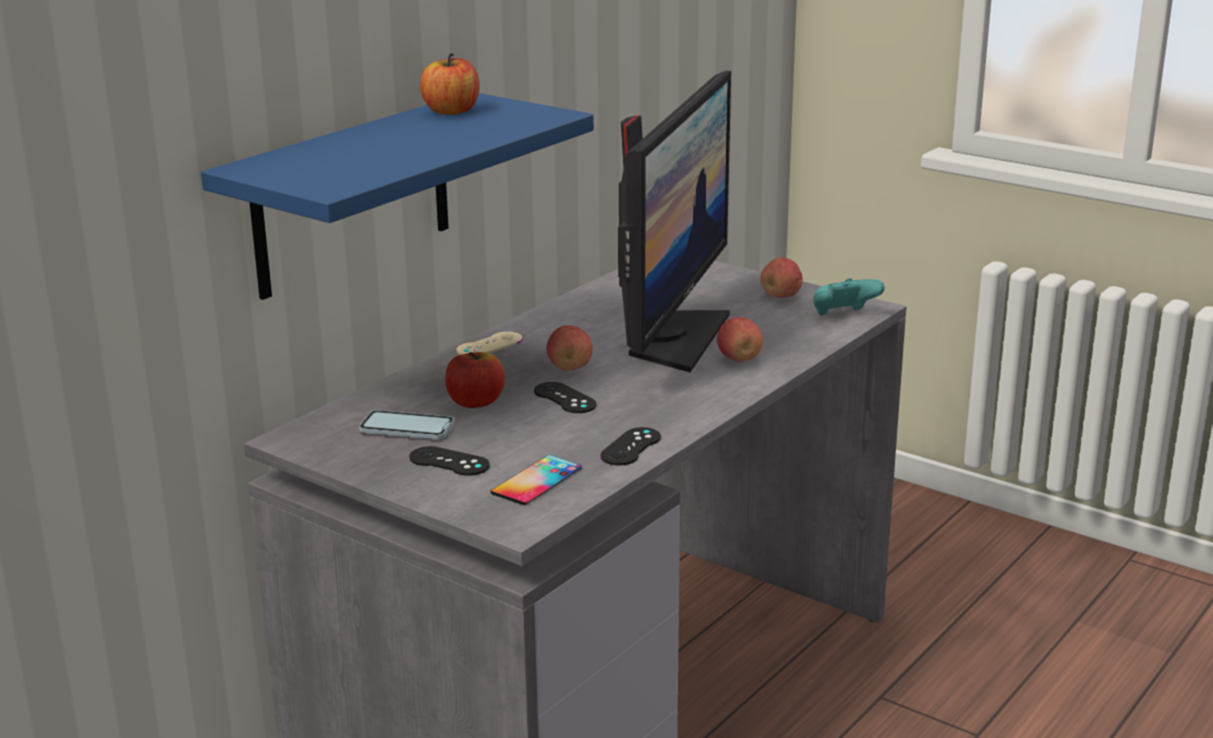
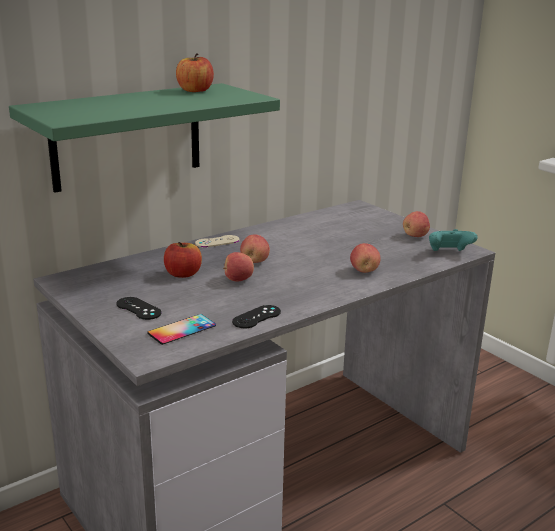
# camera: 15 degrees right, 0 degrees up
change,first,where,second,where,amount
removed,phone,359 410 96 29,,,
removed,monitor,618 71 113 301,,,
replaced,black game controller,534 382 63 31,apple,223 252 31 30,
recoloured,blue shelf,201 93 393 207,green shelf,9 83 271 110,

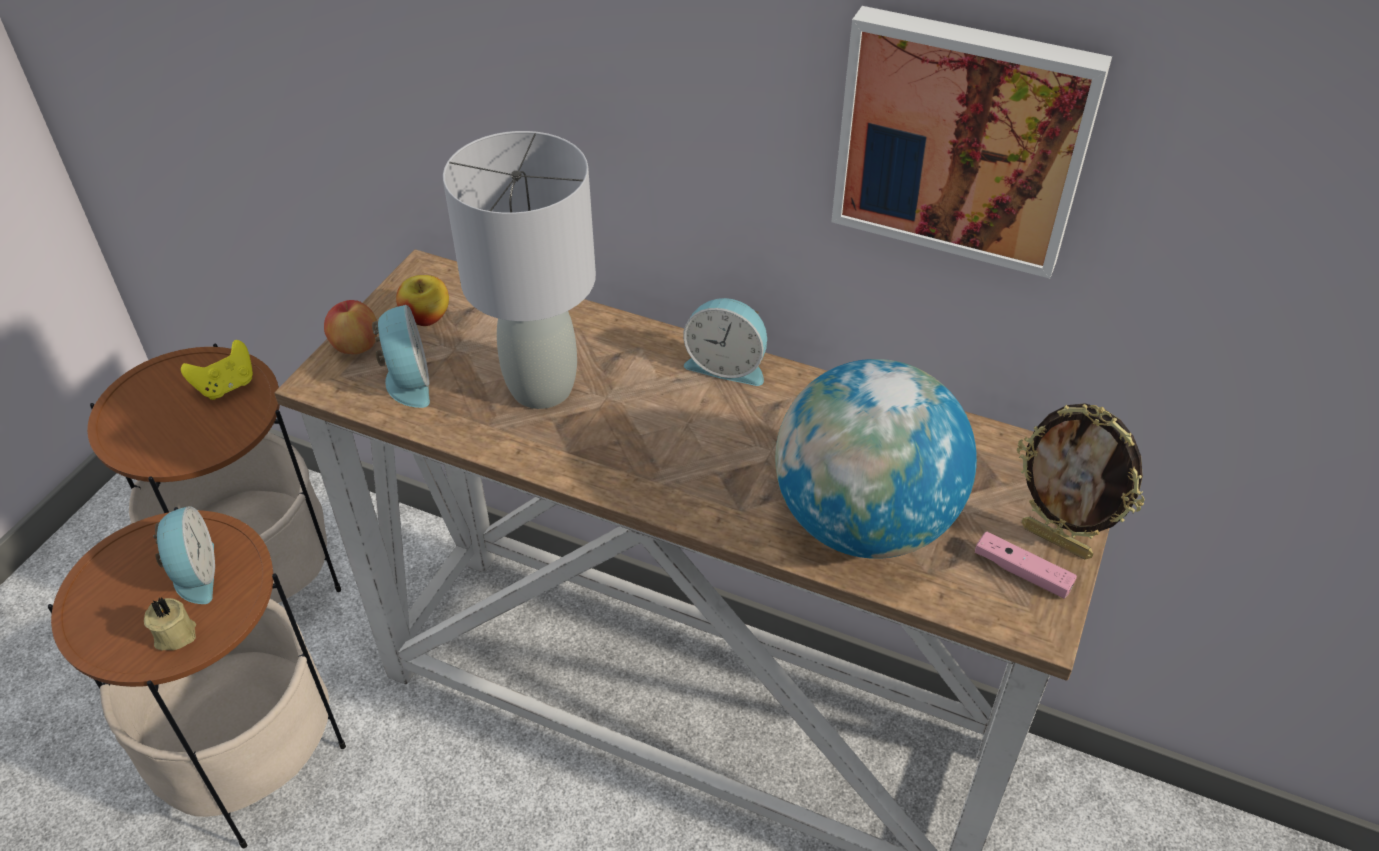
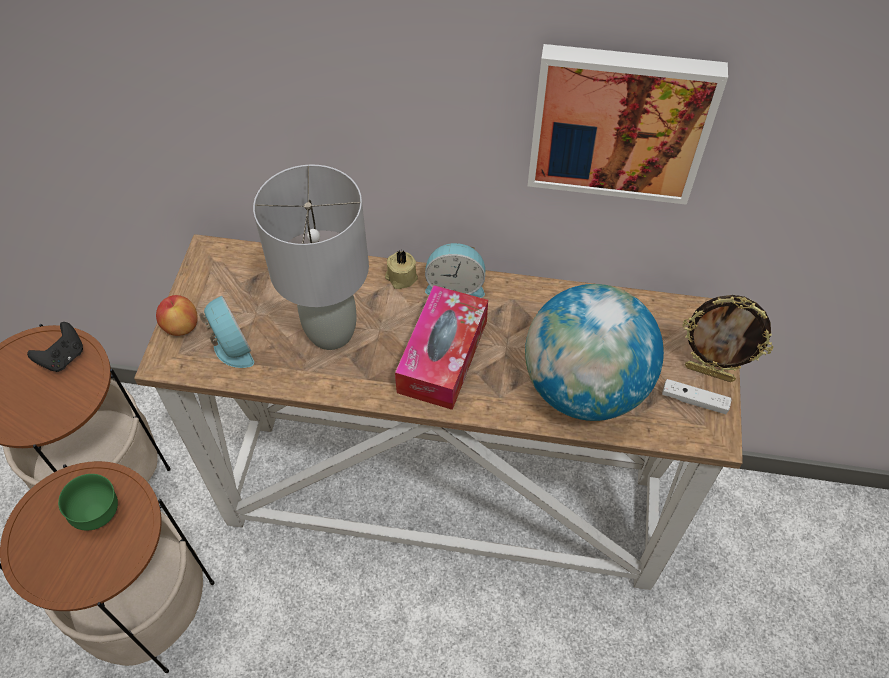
# camera: 15 degrees left, 10 degrees up
change,first,where,second,where,amount
removed,apple,396 275 53 51,,,
added,,,tissue box,395 285 93 125,
moved,beige candle,144 598 52 52,,385 250 33 39,
replaced,alarm clock,153 506 62 98,green bowl,58 474 60 57,
recoloured,yellow game controller,181 340 72 60,black game controller,27 322 56 50,
recoloured,pink game controller,975 531 102 68,white game controller,662 379 70 35,

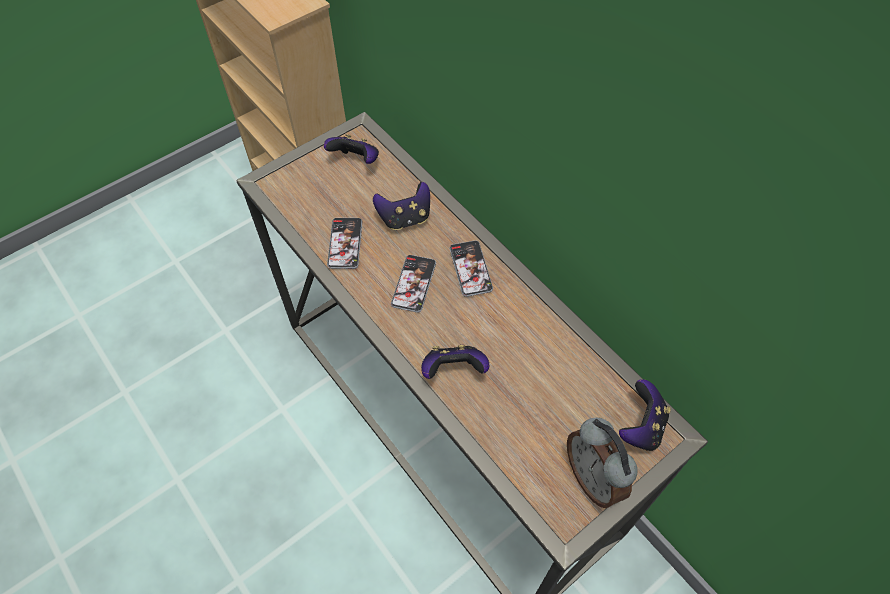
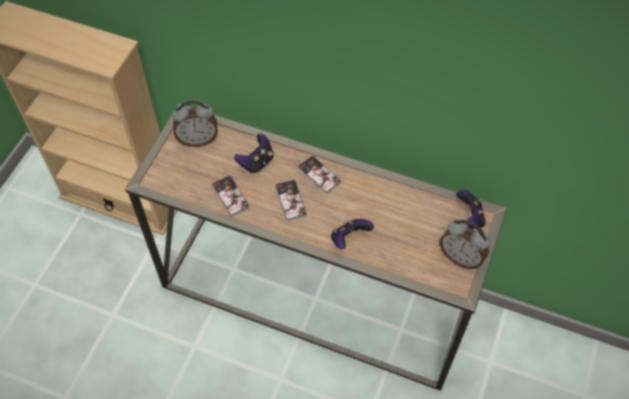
# camera: 30 degrees left, 0 degrees up
change,first,where,second,where,amount
replaced,game controller,324 134 55 30,alarm clock,172 101 46 46,

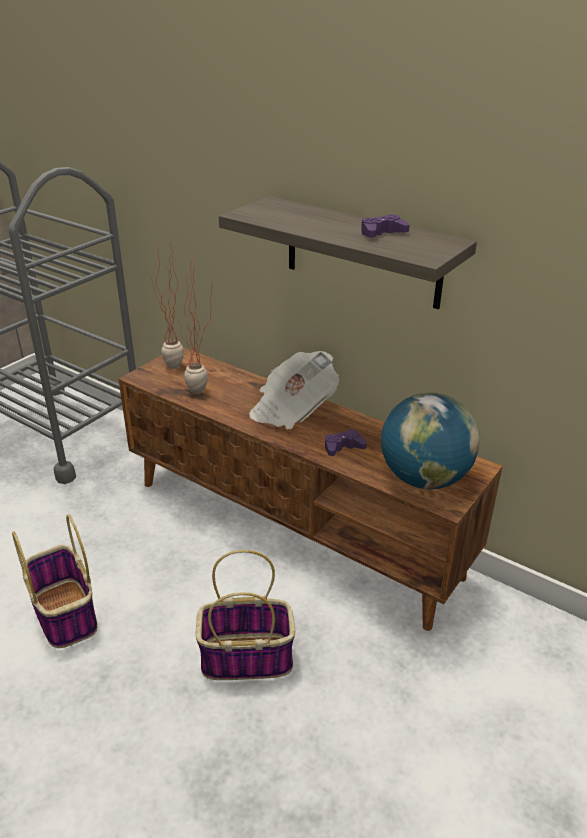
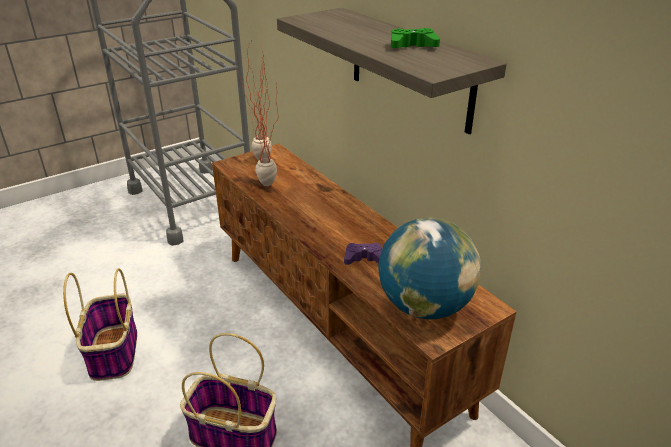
# camera: 20 degrees right, 0 degrees up
change,first,where,second,where,amount
removed,newspaper,249 351 90 78,,,
recoloured,purple game controller,361 214 49 24,green game controller,391 28 49 20,

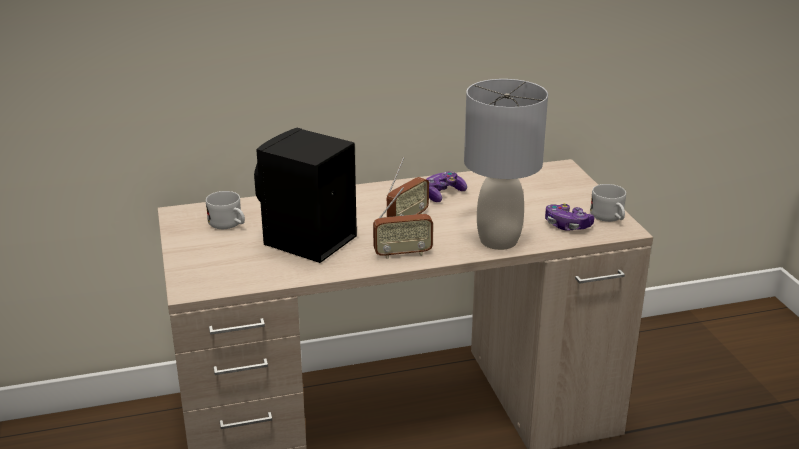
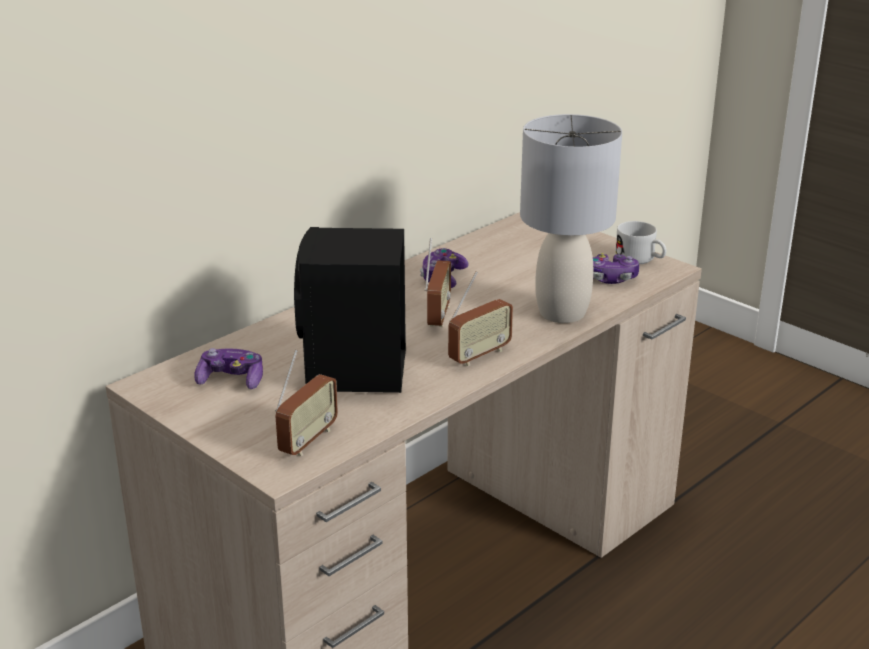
# camera: 30 degrees left, 0 degrees up
change,first,where,second,where,amount
added,,,radio,275 350 63 106,
replaced,white mug,206 191 39 38,game controller,195 348 68 41,

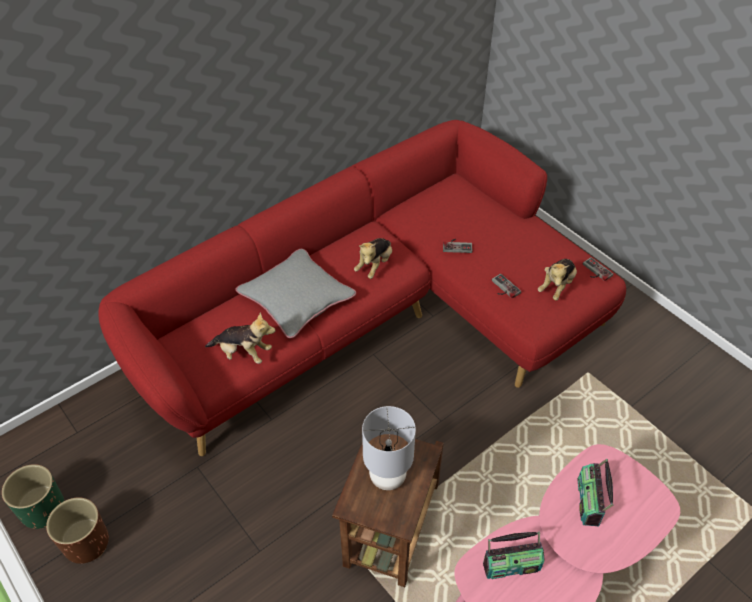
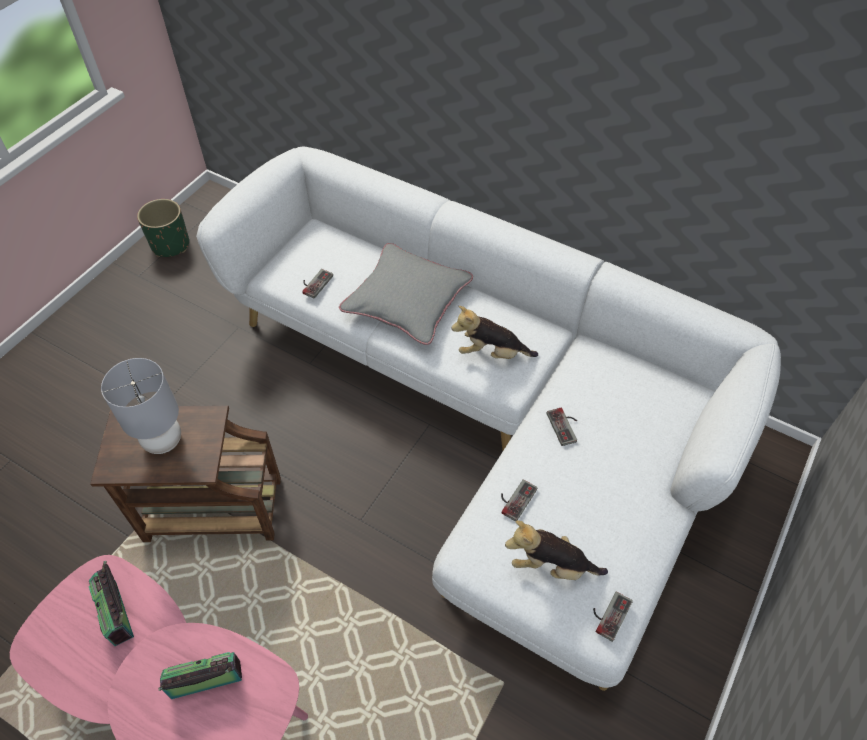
# camera: 70 degrees right, 5 degrees up
change,first,where,second,where,amount
removed,brown planter,46 498 63 66,,,
replaced,plush toy,205 313 71 51,game controller,302 269 31 30,
recoloured,red sofa,99 120 527 336,white sofa,196 147 585 544,

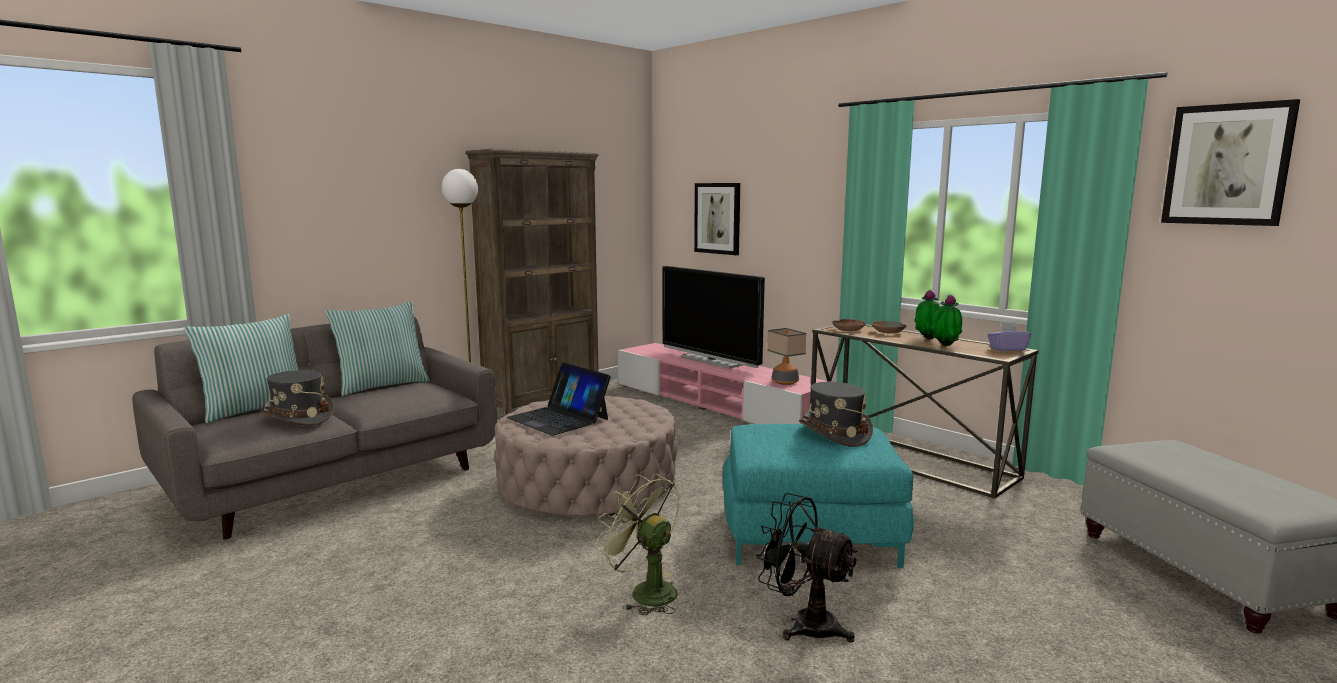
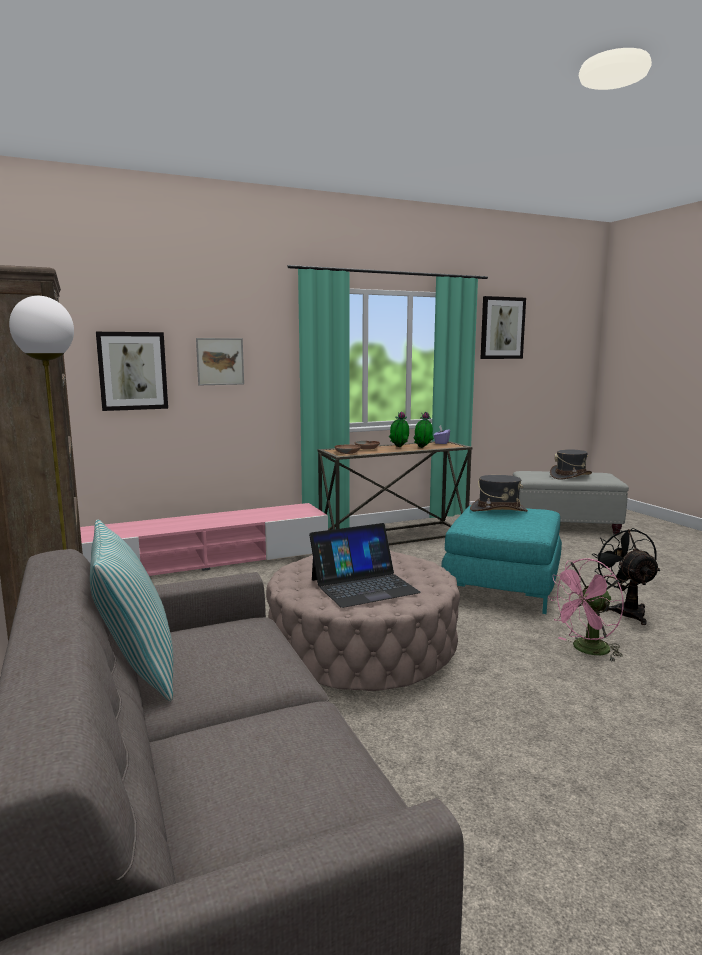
# camera: 70 degrees left, 0 degrees up
change,first,where,second,where,amount
removed,pillow,184 314 115 109,,,
removed,television,662 266 103 103,,,
removed,table lamp,767 328 40 57,,,
added,,,picture,196 338 48 47,
moved,grey hat,260 370 74 55,,550 449 42 31,
recoloured,green fan,595 474 84 141,pink fan,548 558 75 104,
turned,black fan,756 493 101 150,,592 527 68 98,120 degrees clockwise

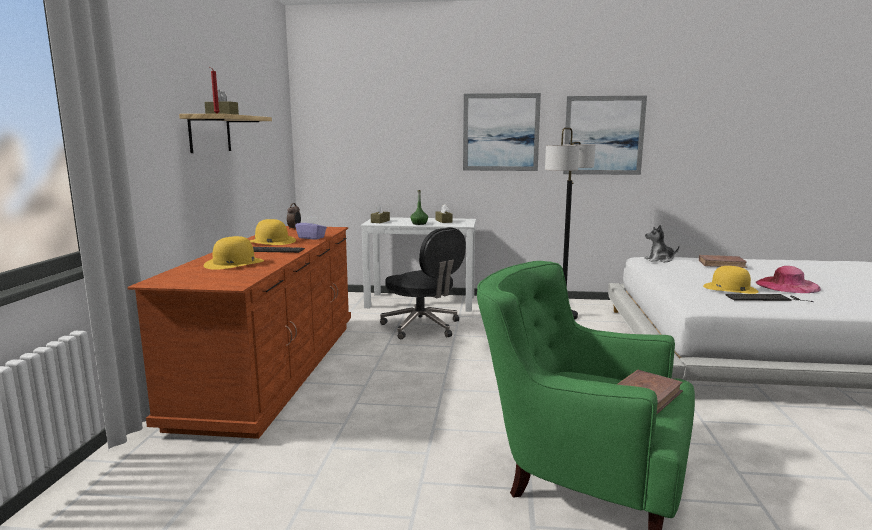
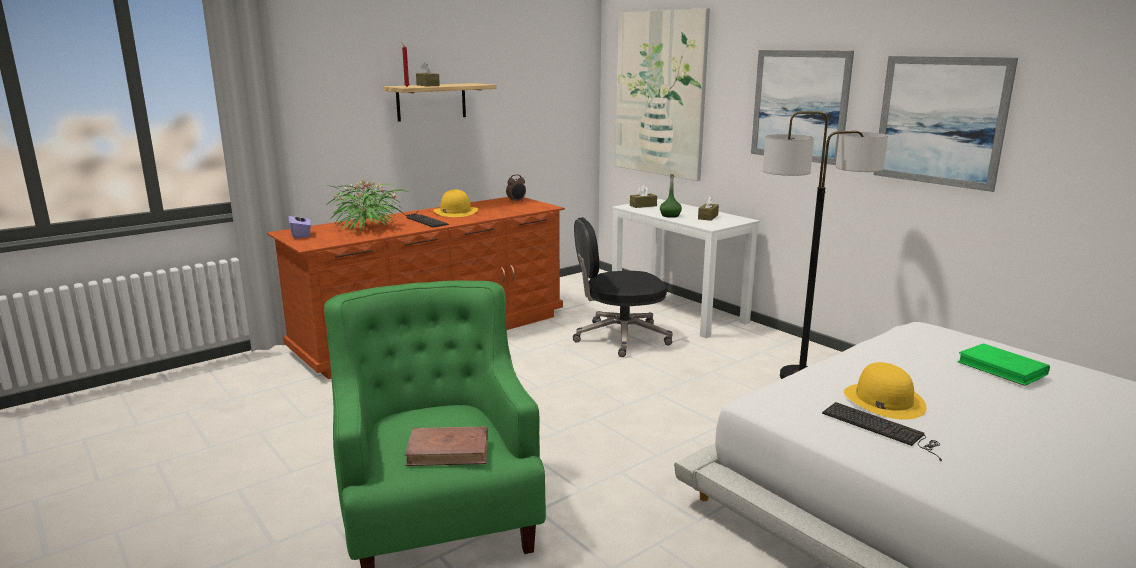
# camera: 45 degrees right, 5 degrees up
change,first,where,second,where,amount
removed,plush toy,644 225 35 37,,,
removed,pink hat,756 266 65 27,,,
added,,,picture,615 8 95 173,
moved,purple tissue box,295 217 32 23,,288 212 23 26,
replaced,yellow hat,203 236 61 34,potted plant,328 180 81 54,
recoloured,brown book,699 255 48 13,green book,957 343 93 43,
turned,black office chair,380 227 86 112,,573 217 100 140,75 degrees clockwise

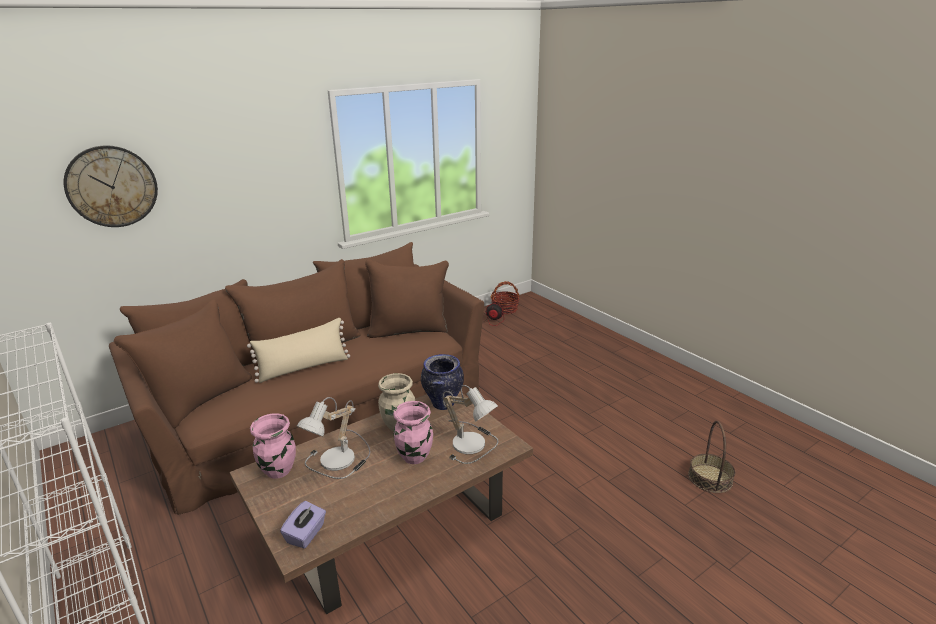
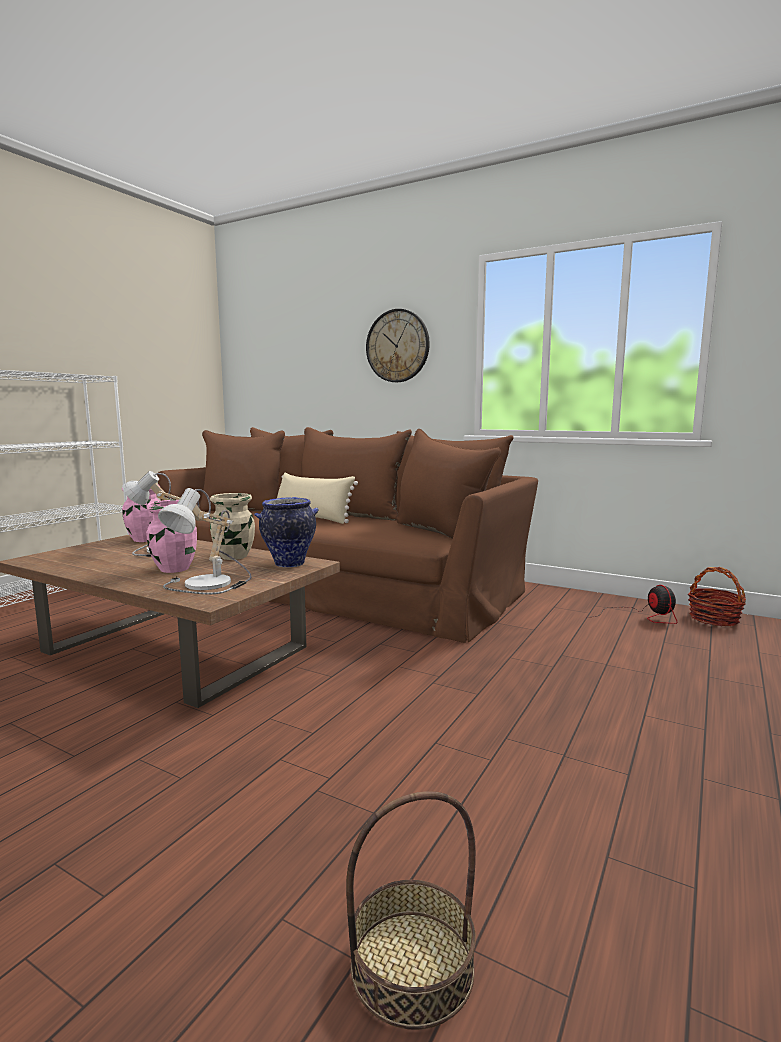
# camera: 65 degrees right, 15 degrees down
change,first,where,second,where,amount
removed,purple tissue box,280 501 46 48,,,
moved,wall clock,64 145 94 82,,366 309 64 73,

